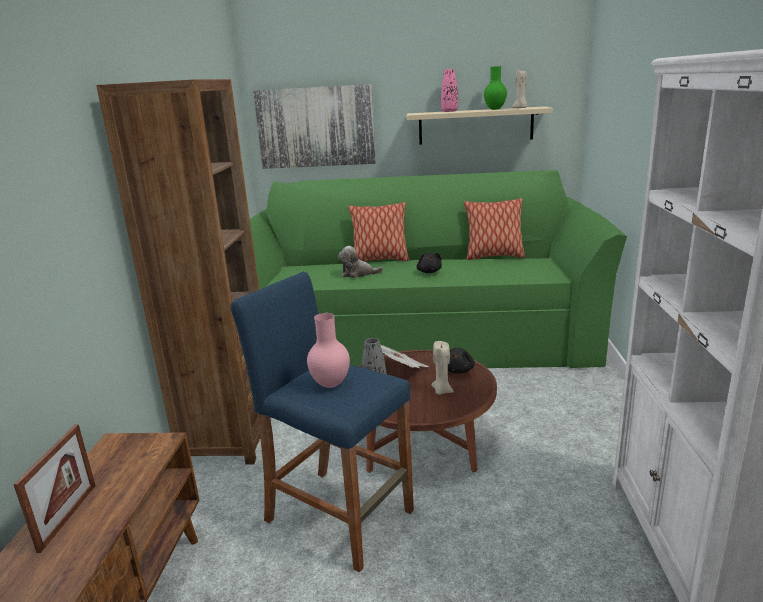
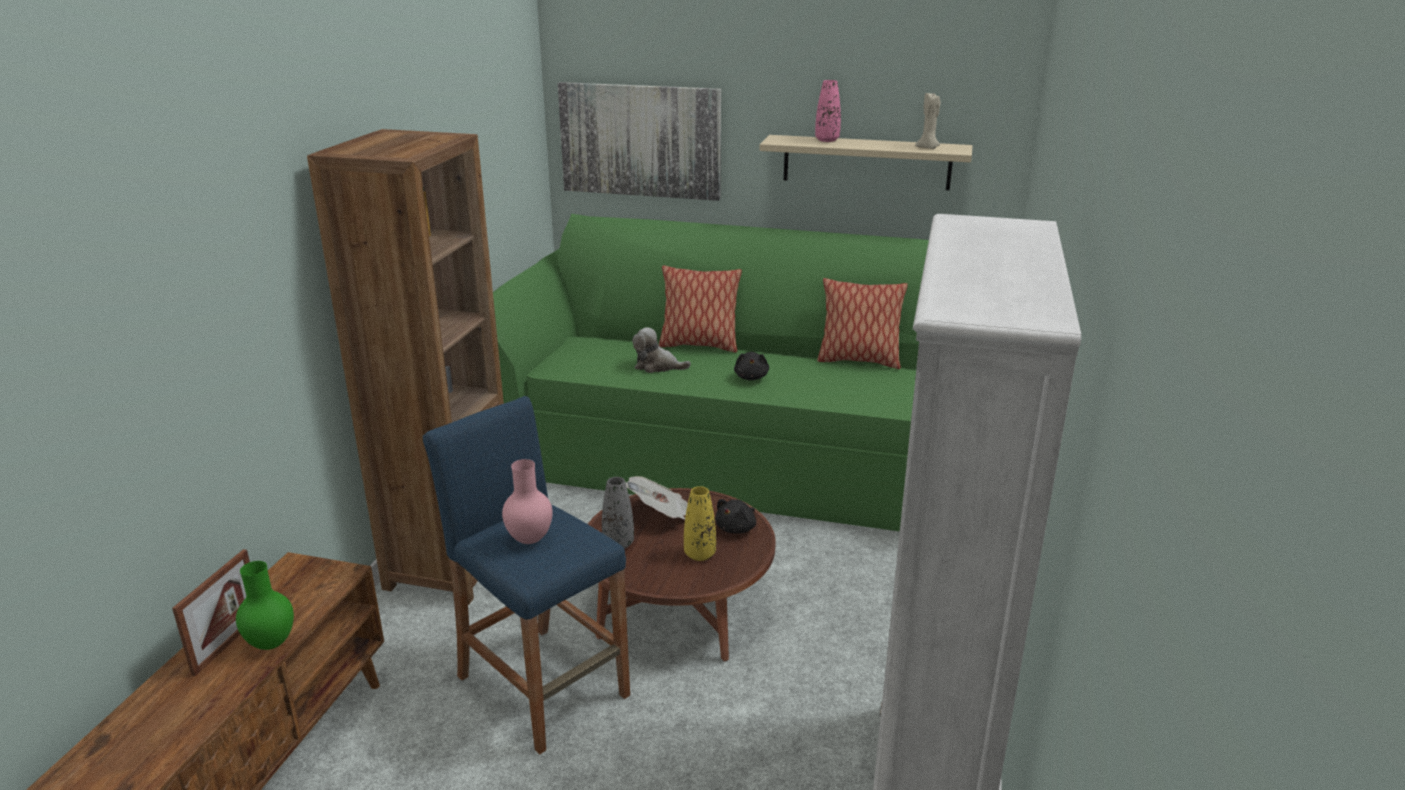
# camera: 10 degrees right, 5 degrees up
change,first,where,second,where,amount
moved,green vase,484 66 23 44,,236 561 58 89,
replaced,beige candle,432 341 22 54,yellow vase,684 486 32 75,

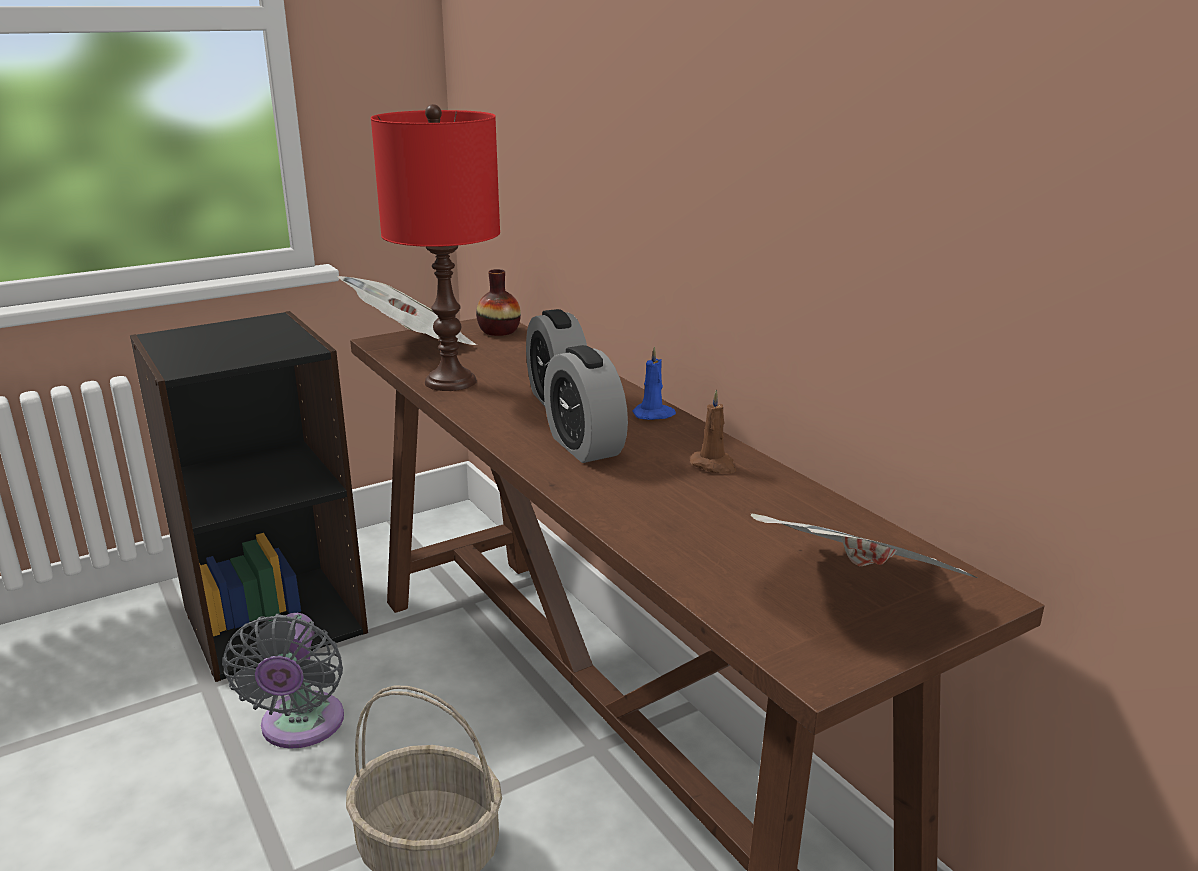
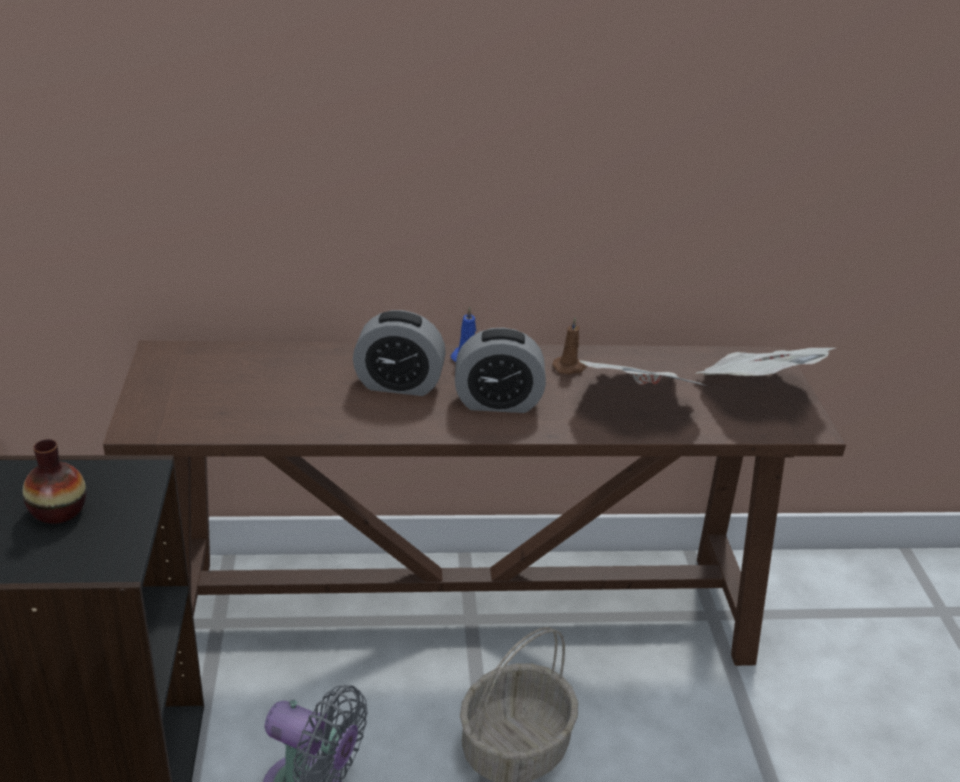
# camera: 65 degrees left, 10 degrees up
change,first,where,second,where,amount
removed,red table lamp,371 104 129 287,,,
moved,newspaper,338 276 139 69,,579 360 127 26,
moved,vase,476 269 45 67,,23 439 63 85,

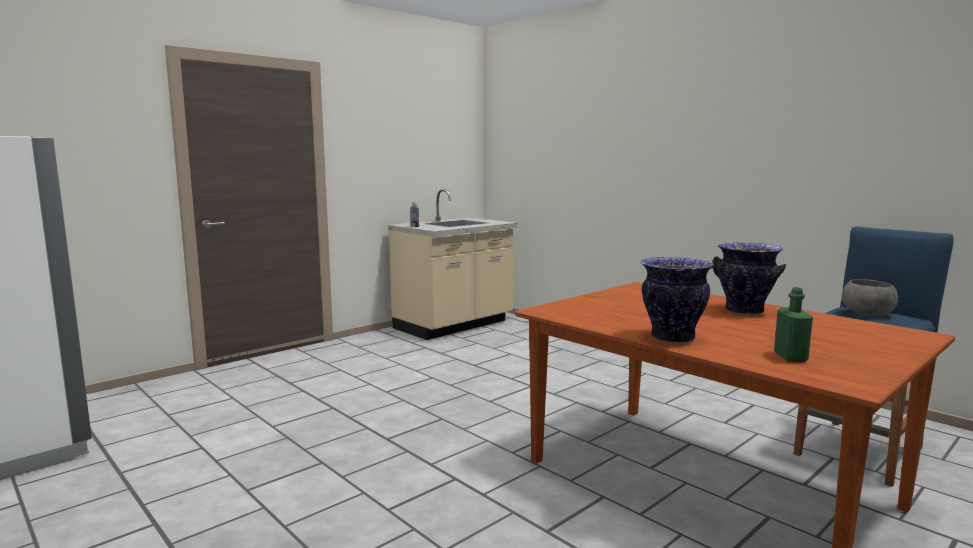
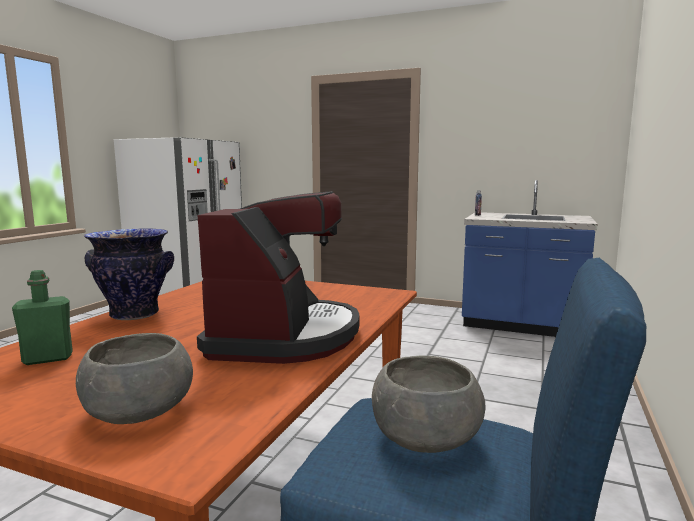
# camera: 65 degrees right, 0 degrees up
change,first,where,second,where,amount
added,,,grey bowl,76 333 117 91,
replaced,vase,713 242 73 73,coffee machine,197 191 163 173,
recoloured,beige counter,388 189 130 151,blue counter,462 180 136 157,

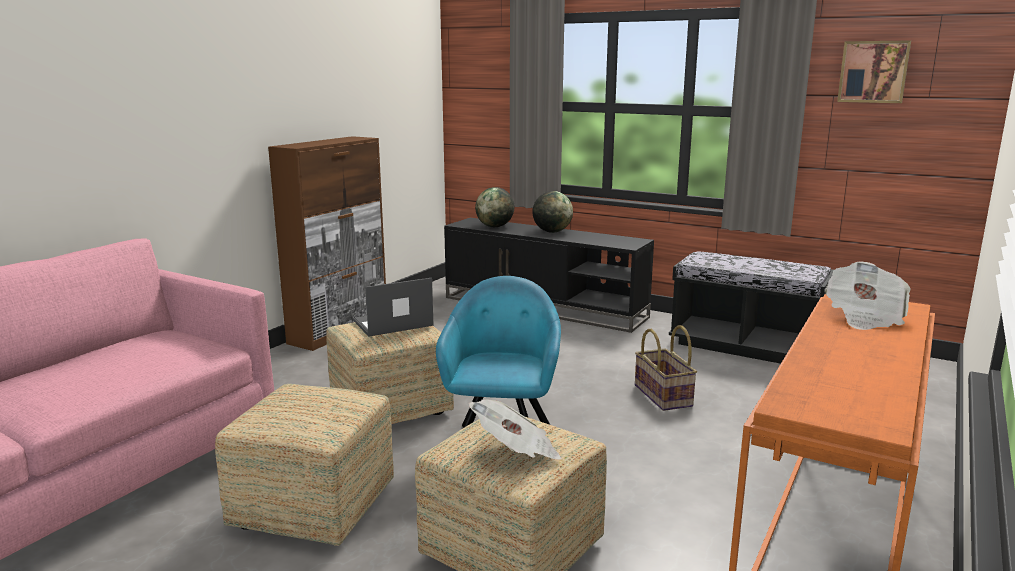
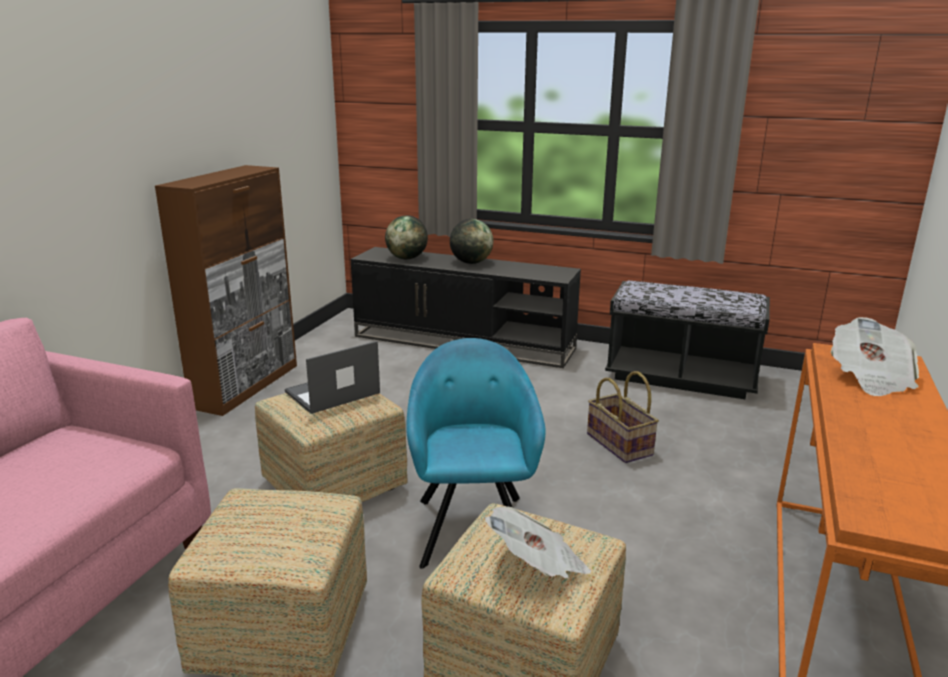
# camera: 10 degrees left, 5 degrees up
change,first,where,second,where,amount
removed,picture,837 41 74 62,,,

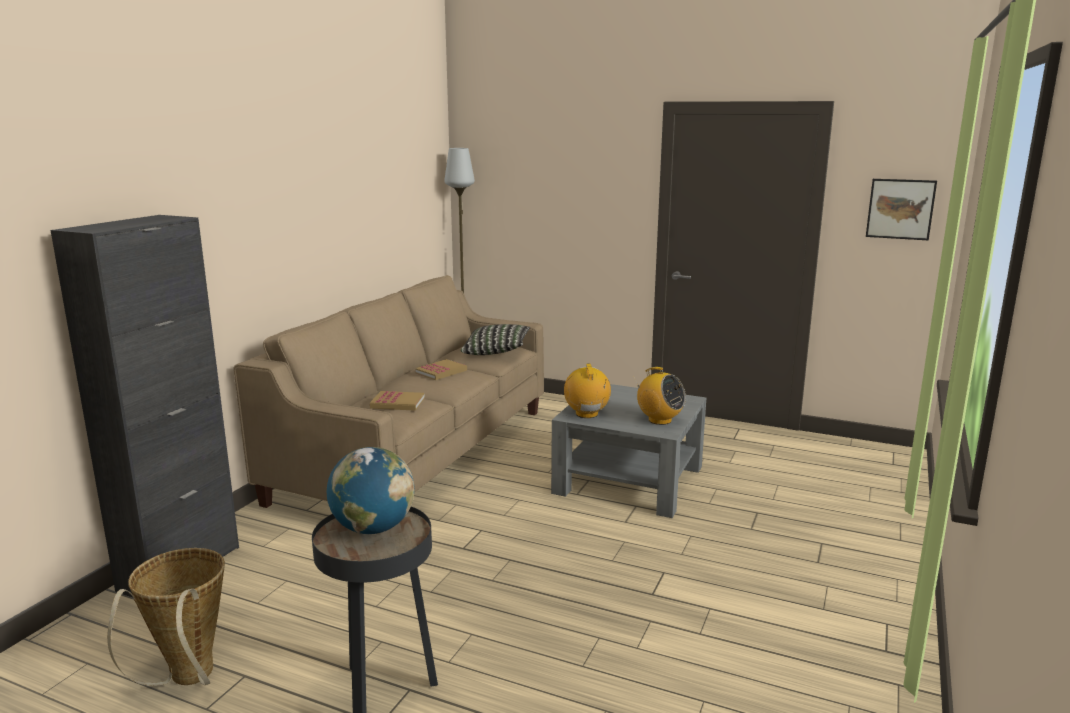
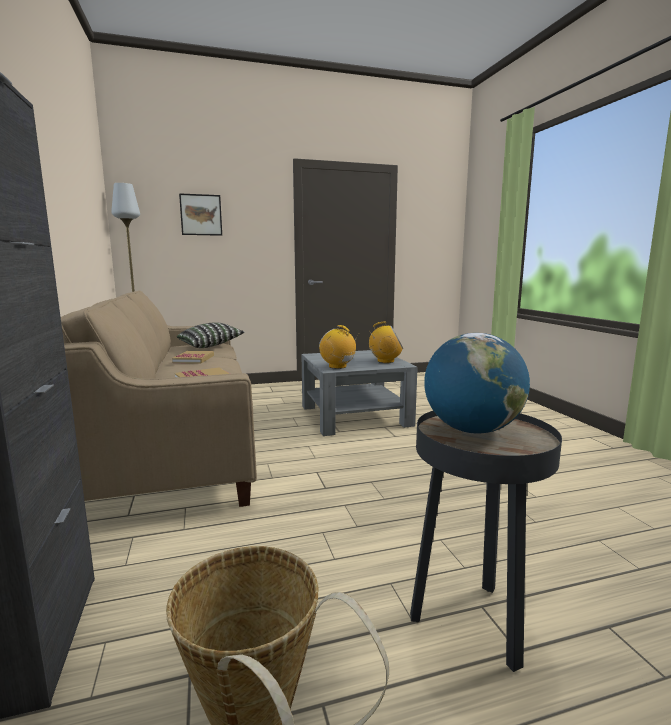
# camera: 40 degrees left, 5 degrees down
change,first,where,second,where,amount
moved,picture,866 179 71 61,,179 193 43 43,

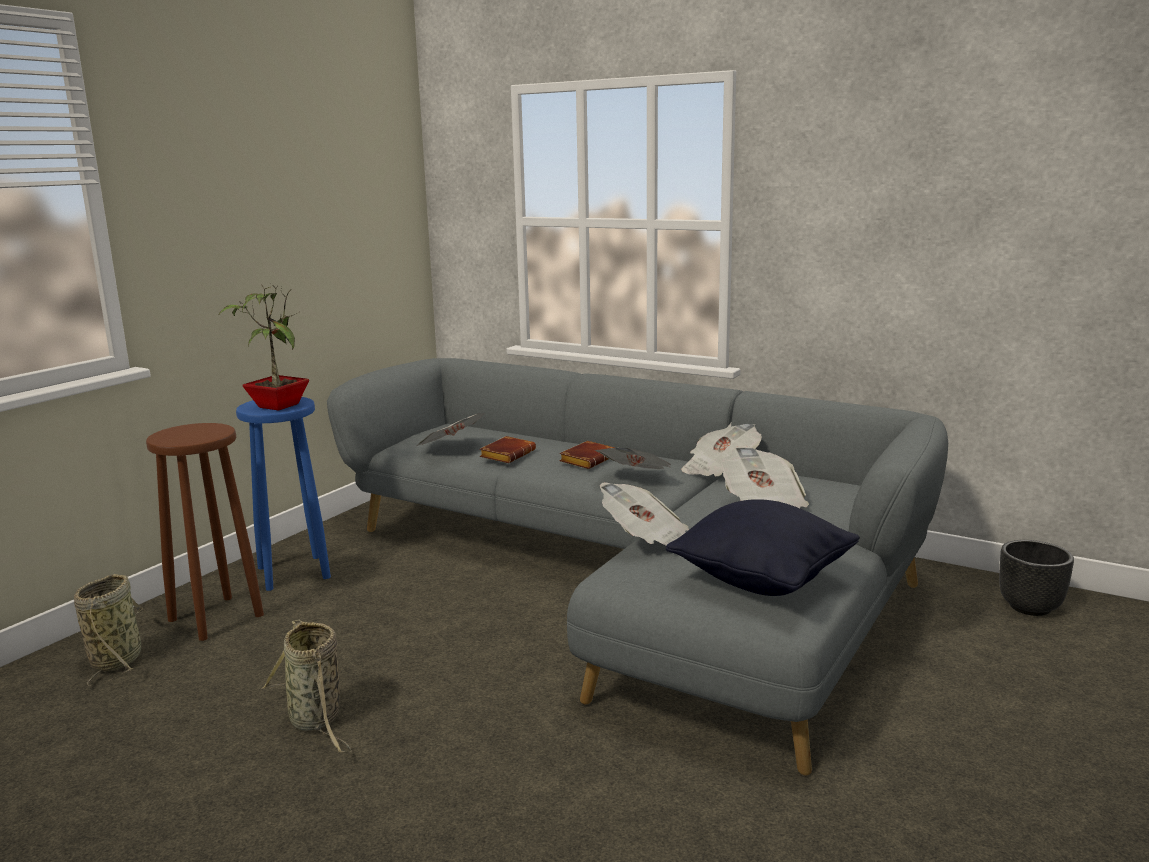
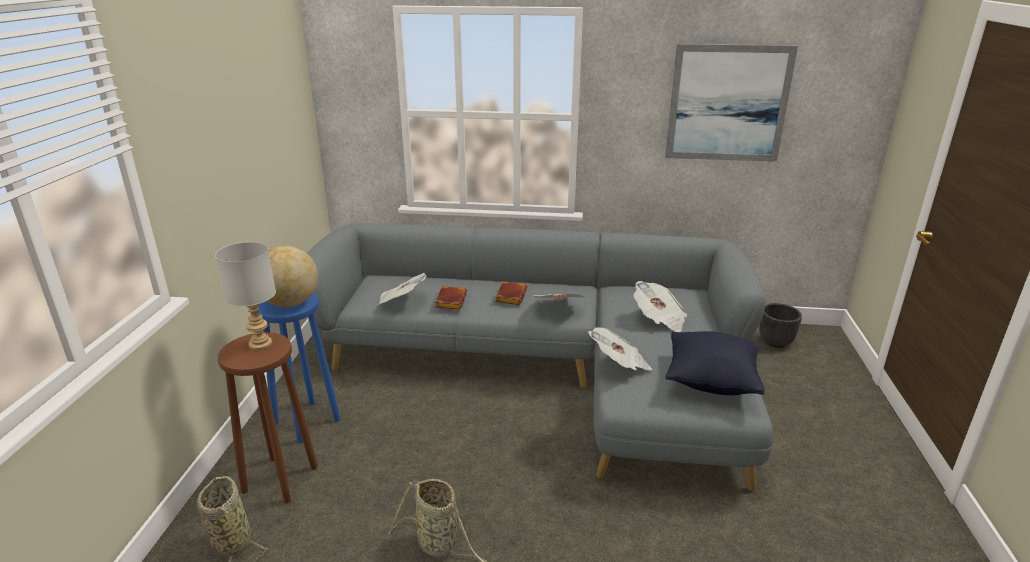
# camera: 25 degrees left, 10 degrees up
change,first,where,second,where,amount
removed,newspaper,681 423 81 54,,,
added,,,grey table lamp,215 242 61 108,
added,,,picture,665 44 133 118,
replaced,potted plant,218 284 91 127,globe,267 246 51 61,

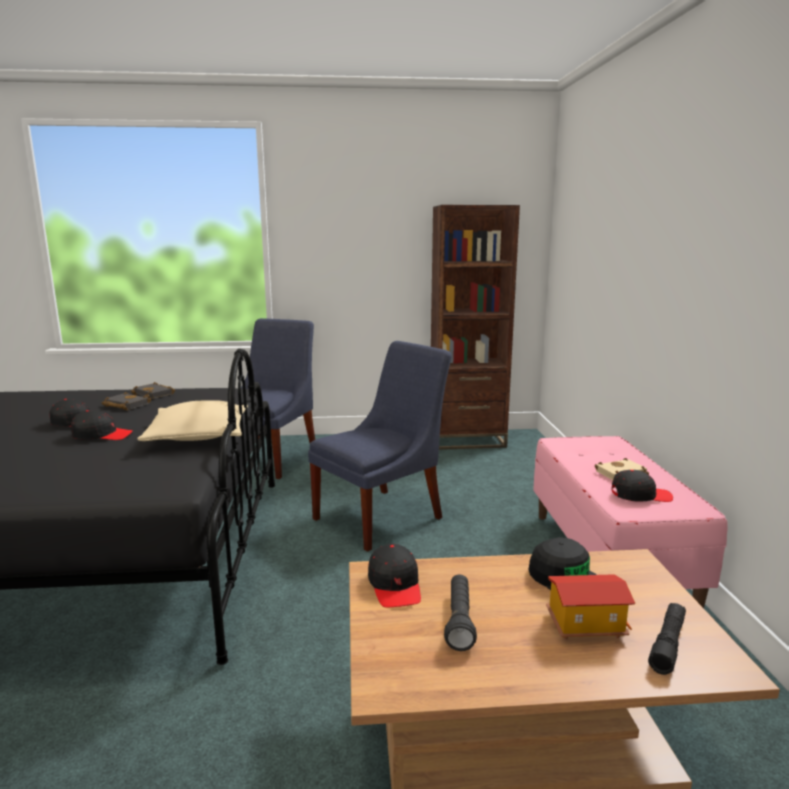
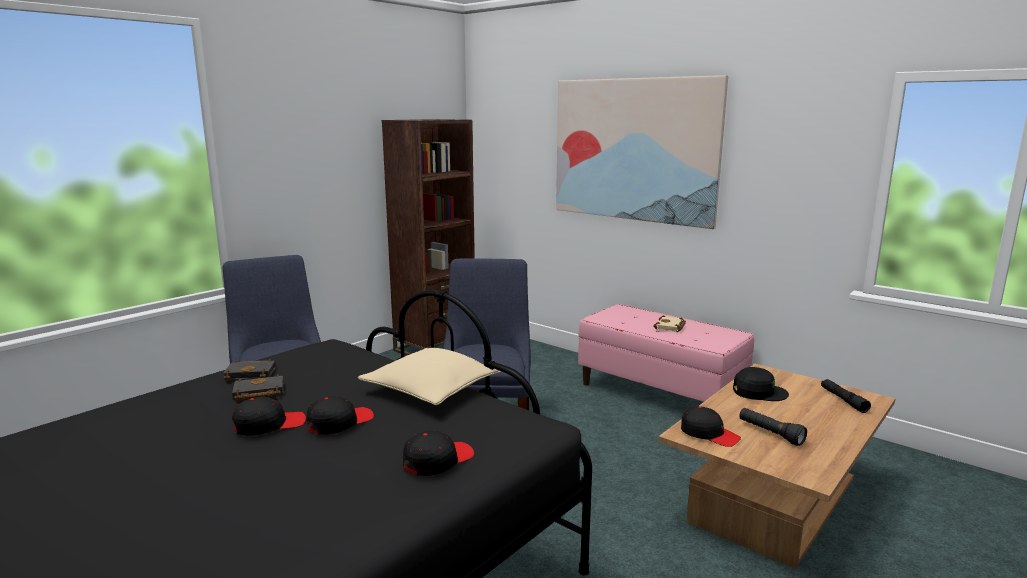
# camera: 45 degrees left, 0 degrees up
change,first,where,second,where,amount
removed,toy house,546 574 89 66,,,
added,,,picture,556 75 172 154,
moved,black cap,611 470 62 32,,403 430 71 46,

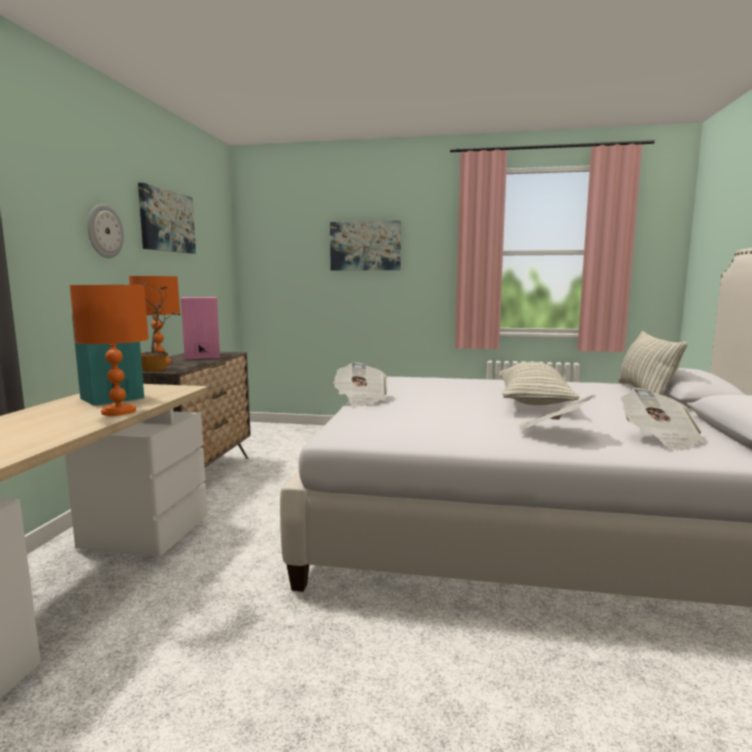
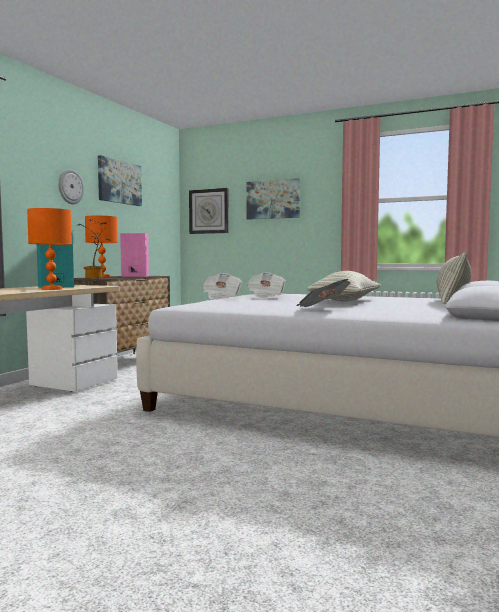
# camera: 15 degrees right, 5 degrees down
change,first,where,second,where,amount
added,,,wall clock,189 188 40 46,
moved,newspaper,621 388 85 63,,246 272 40 26,

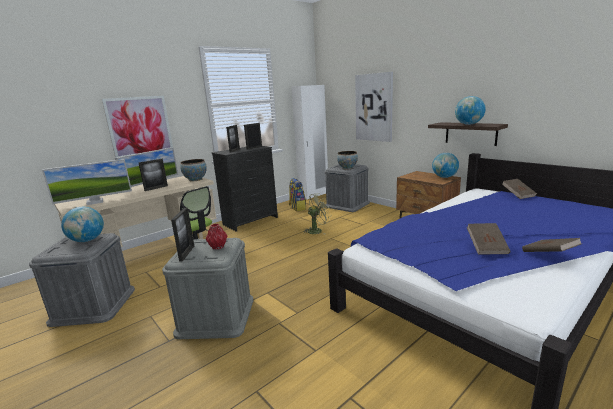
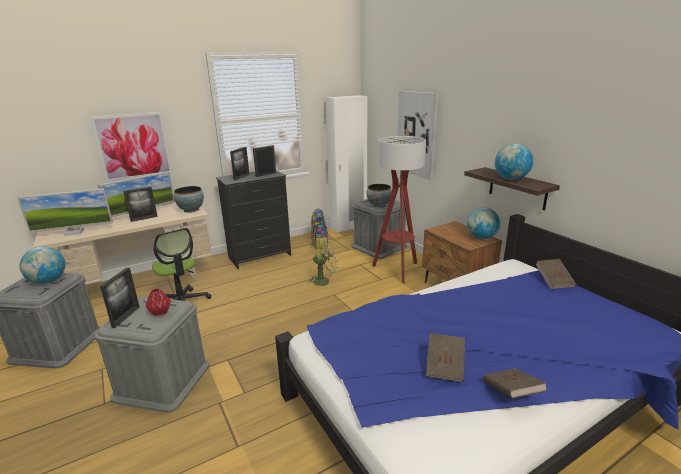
# camera: 10 degrees right, 5 degrees up
change,first,where,second,where,amount
added,,,floor lamp,372 136 54 147,

